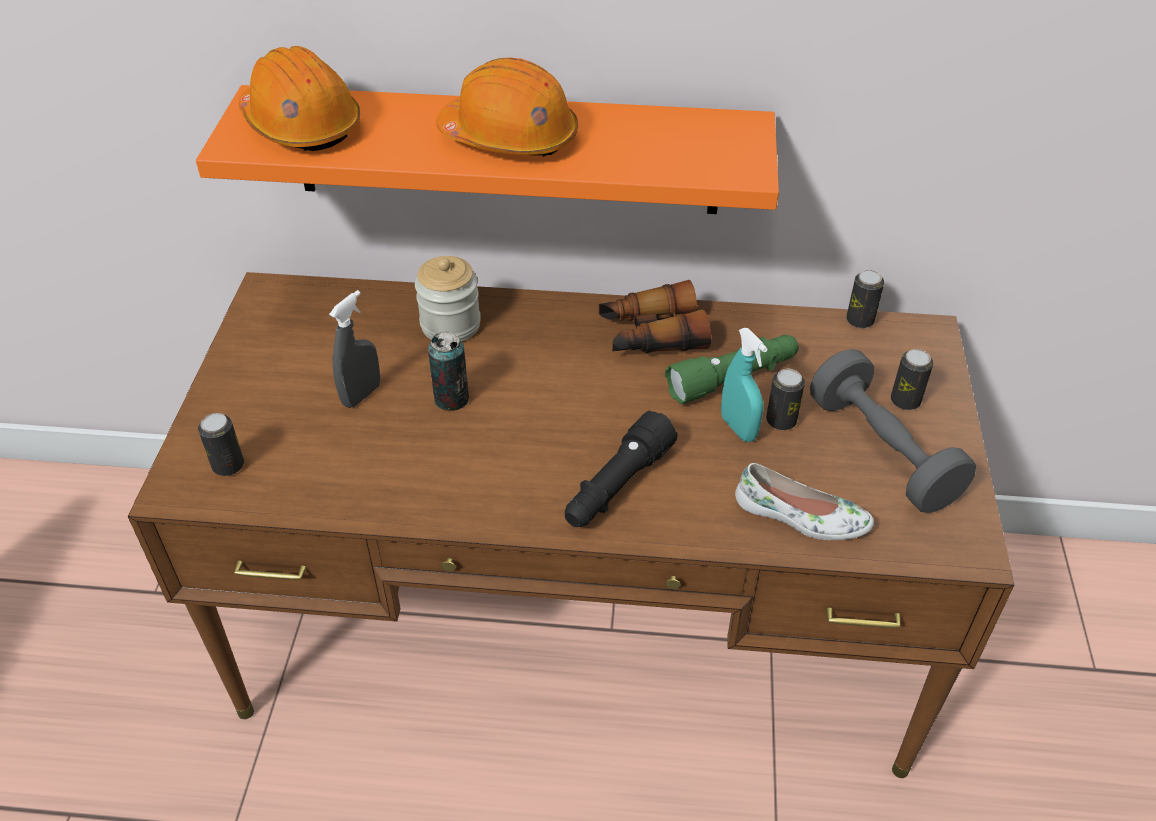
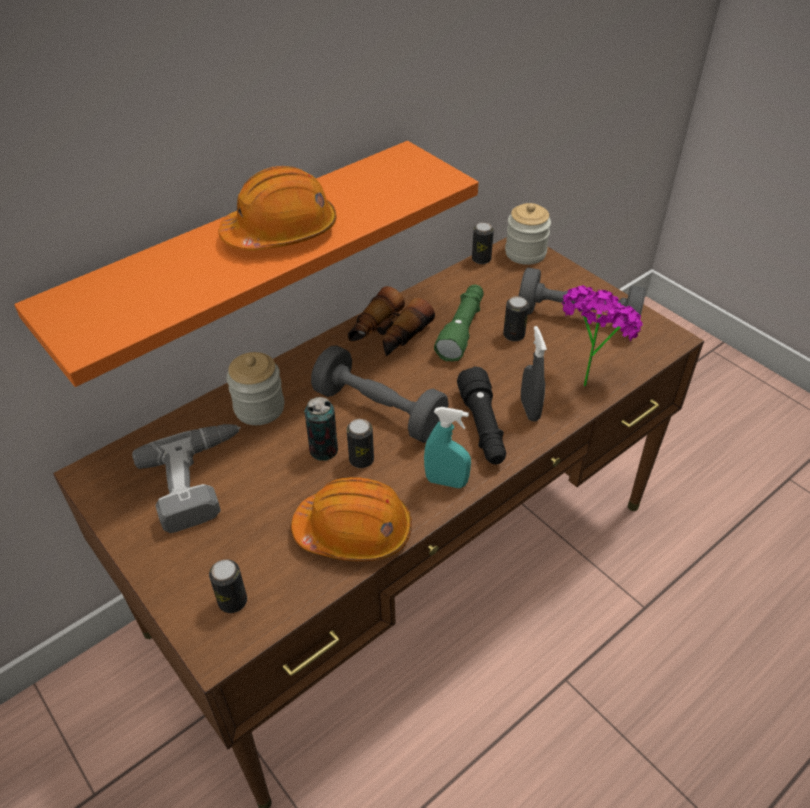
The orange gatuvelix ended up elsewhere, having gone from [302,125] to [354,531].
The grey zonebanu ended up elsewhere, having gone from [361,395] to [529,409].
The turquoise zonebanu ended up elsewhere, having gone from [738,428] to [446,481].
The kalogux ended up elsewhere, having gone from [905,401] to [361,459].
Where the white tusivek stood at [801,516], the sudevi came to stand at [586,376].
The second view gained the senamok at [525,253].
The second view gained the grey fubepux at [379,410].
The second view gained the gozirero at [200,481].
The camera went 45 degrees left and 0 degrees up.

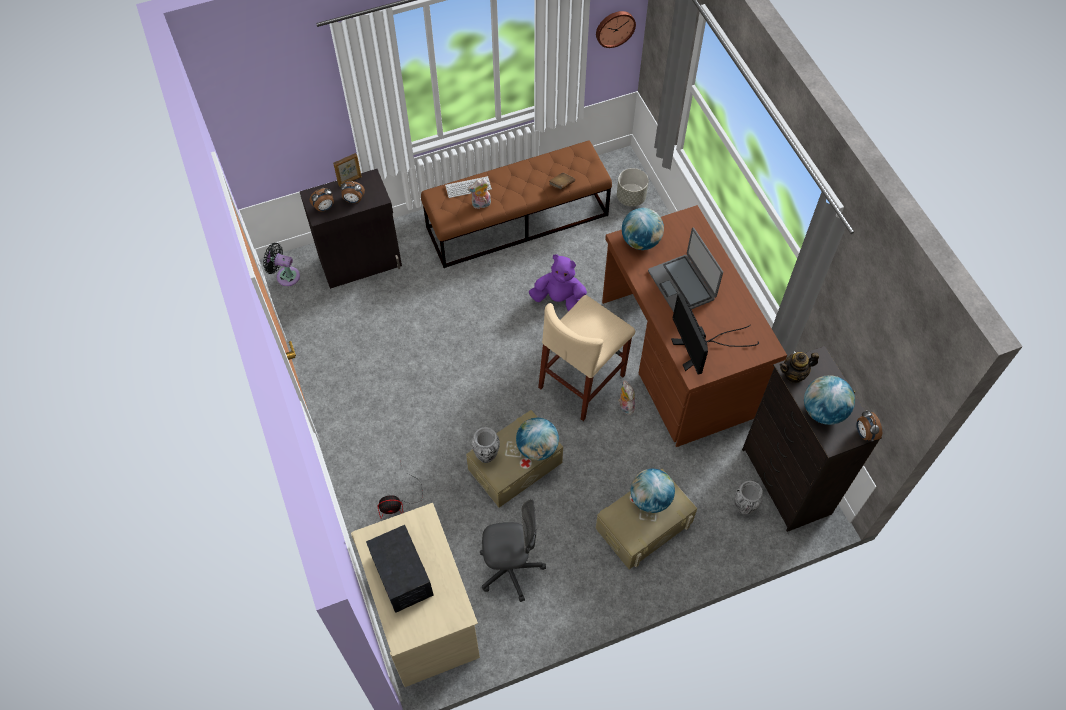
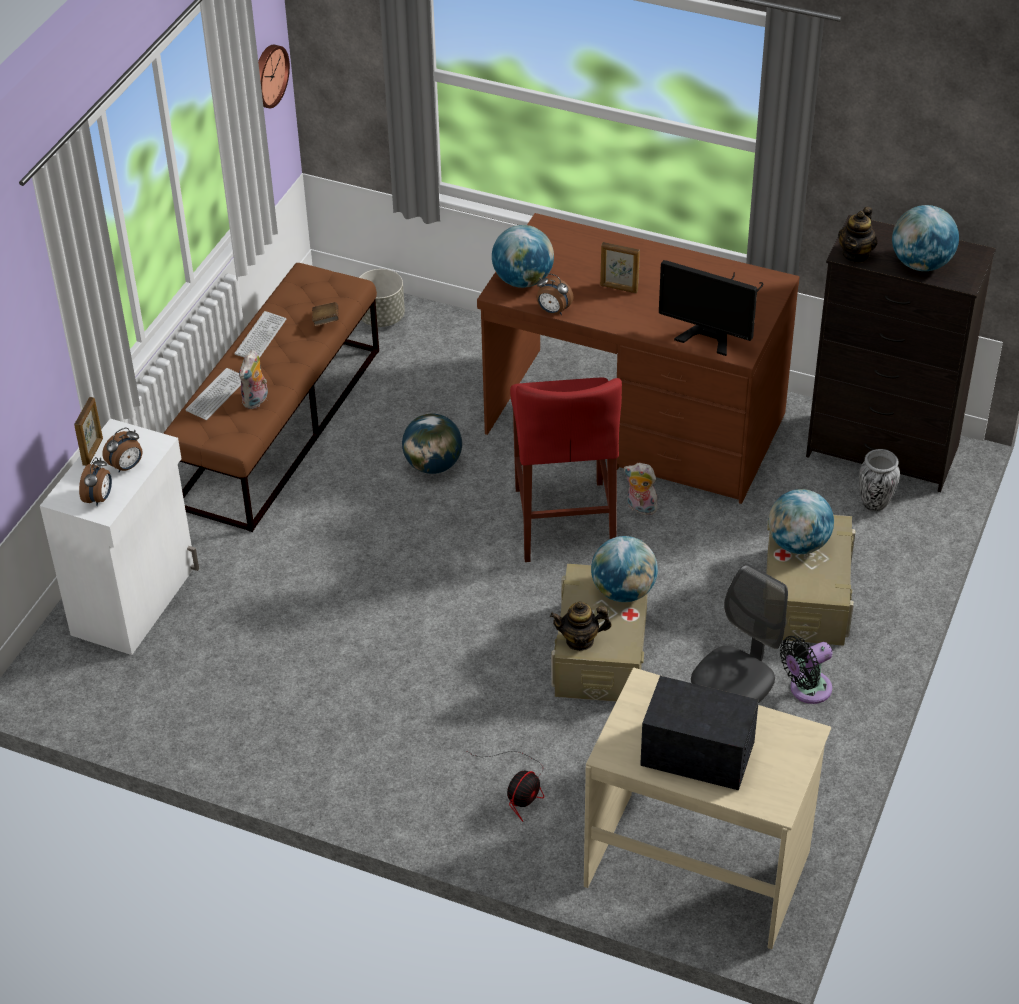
What was the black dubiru at [361,262] turned into the white dubiru at [136,600].
Where the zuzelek stood at [682,285], the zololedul came to stand at [619,288].
The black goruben ended up elsewhere, having gone from [285,275] to [806,689].
Where the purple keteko stood at [559,299], the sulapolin came to stand at [433,465].
What was the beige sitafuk at [582,381] turned into the red sitafuk at [564,520].
The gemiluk ended up elsewhere, having gone from [864,433] to [553,311].
Where the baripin stood at [487,455], the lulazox came to stand at [580,640].
The second view gained the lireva at [260,337].
The camera went 45 degrees left and 15 degrees down.

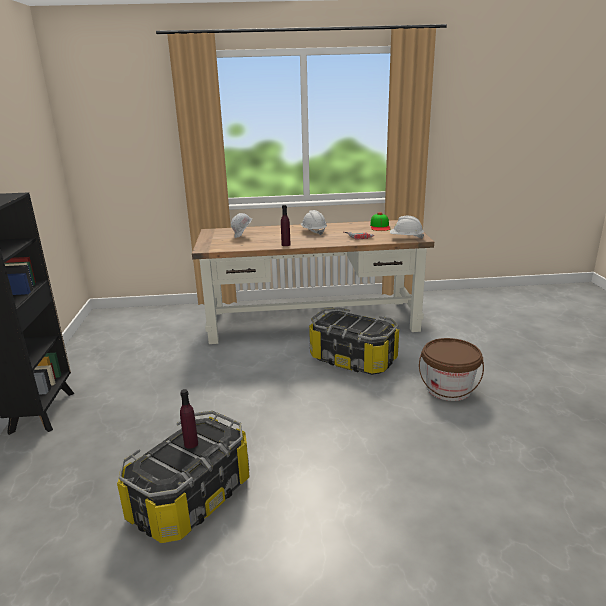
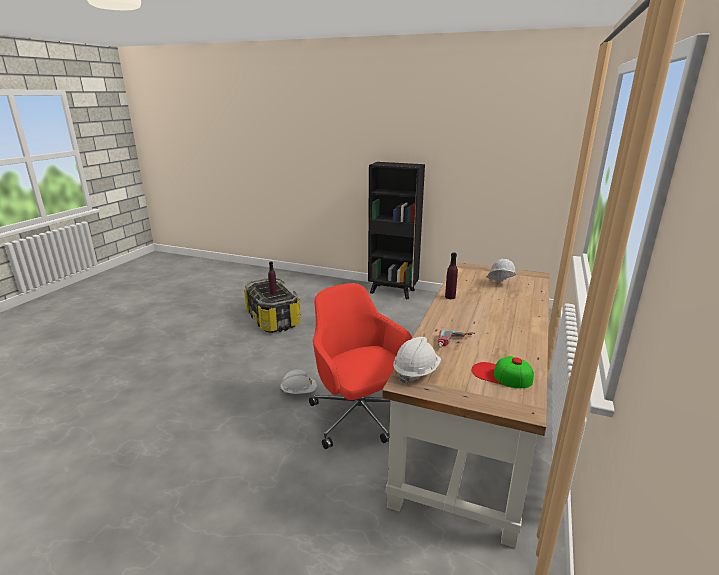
The white gatuvelix ended up elsewhere, having gone from [313,231] to [299,391].
Where the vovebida stood at [352,360], the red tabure came to stand at [360,417].
The second view lost the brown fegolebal at [448,389].
The camera went 115 degrees right and 0 degrees up.

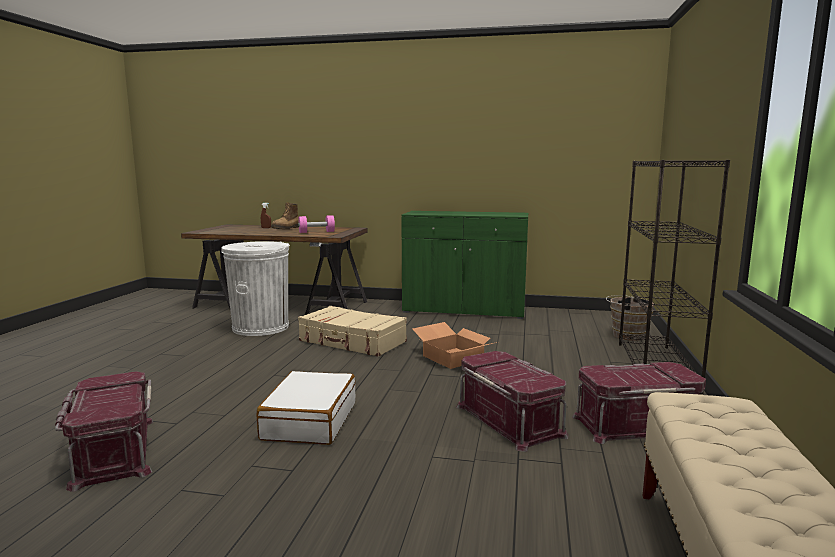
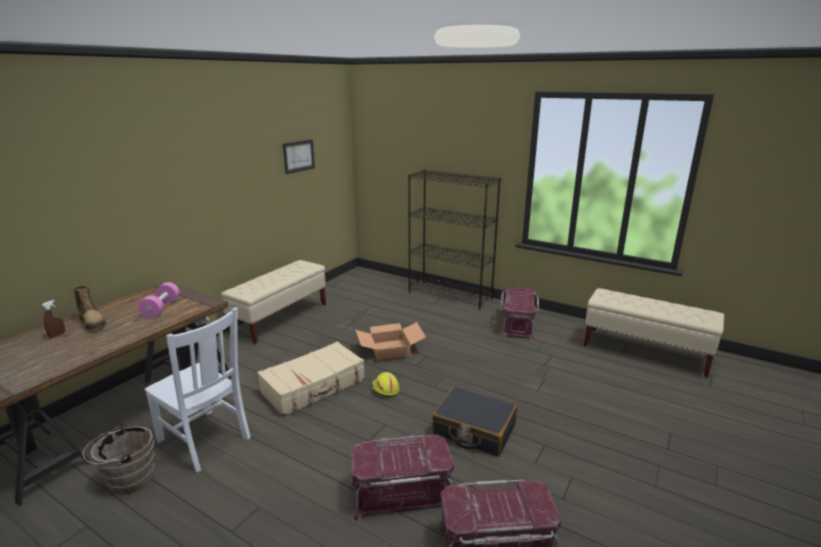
Where the green dubiru stood at [464,310], the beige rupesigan came to stand at [280,318].
Where the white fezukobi stood at [260,327], the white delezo came to stand at [205,440].
The brown fegolebal ended up elsewhere, having gone from [626,335] to [127,480].
The red vovebida ended up elsewhere, having gone from [510,420] to [401,492].
What was the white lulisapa at [309,421] turned into the black lulisapa at [474,430].
The second view gained the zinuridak at [298,156].
The second view gained the yellow gatuvelix at [385,389].
The camera went 70 degrees left and 10 degrees up.

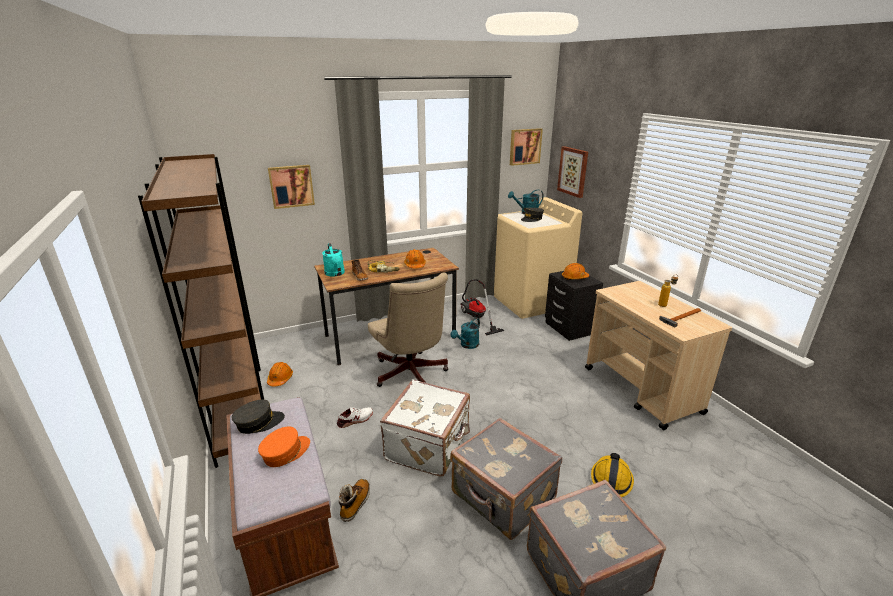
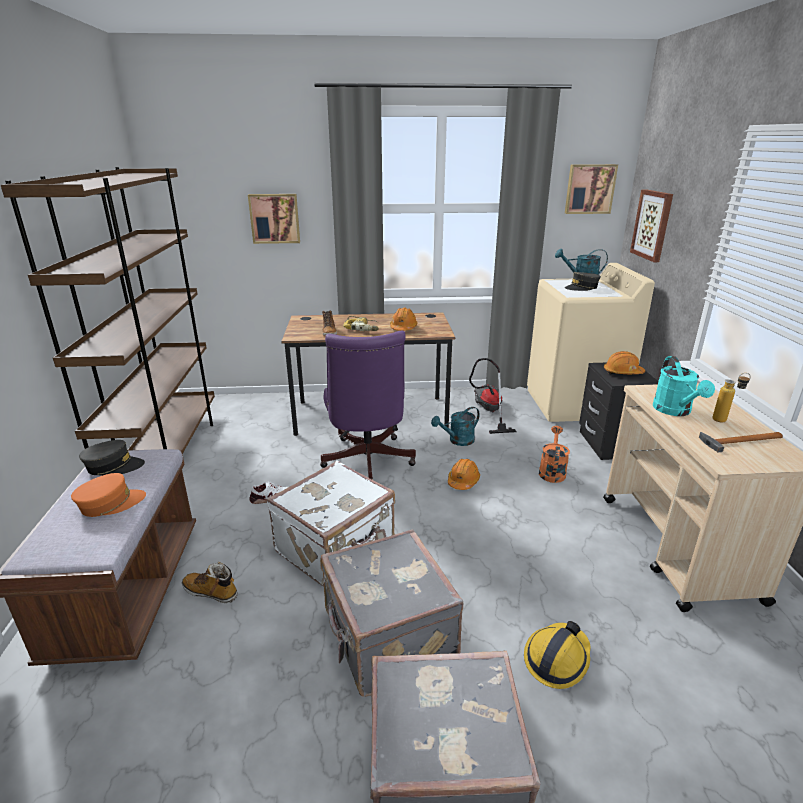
The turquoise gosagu ended up elsewhere, having gone from [335,274] to [675,411].
What was the beige tabure at [411,375] turned into the purple tabure at [367,462].
The orange gatuvelix ended up elsewhere, having gone from [280,379] to [463,481].
The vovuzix at [355,503] ended up facing another way, 105 degrees counterclockwise from before.
The second view gained the orange gosagu at [552,471].
The camera went 20 degrees right and 0 degrees up.

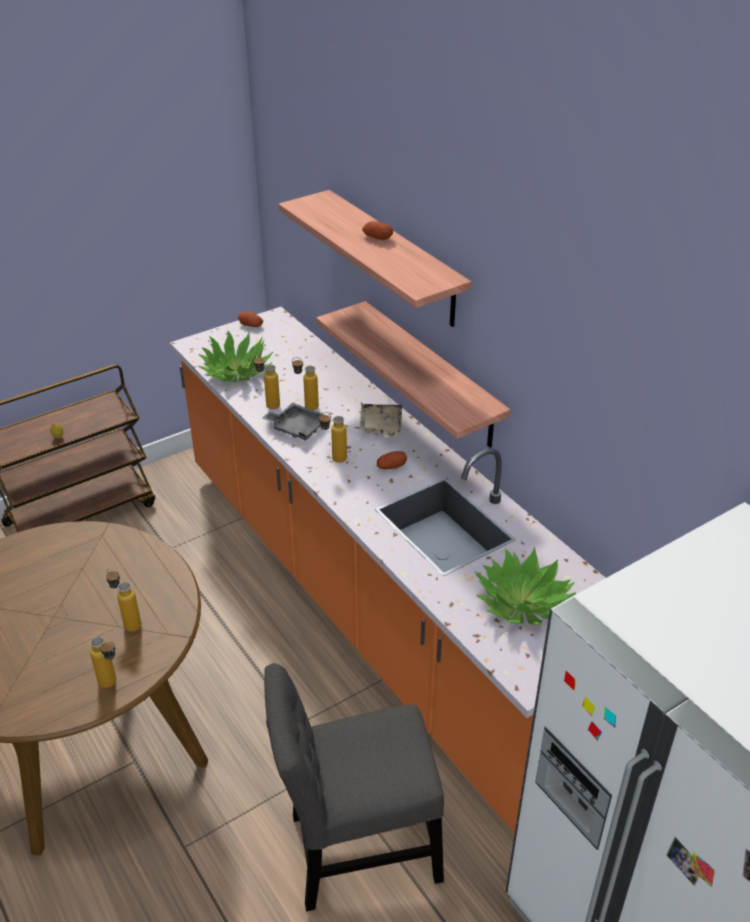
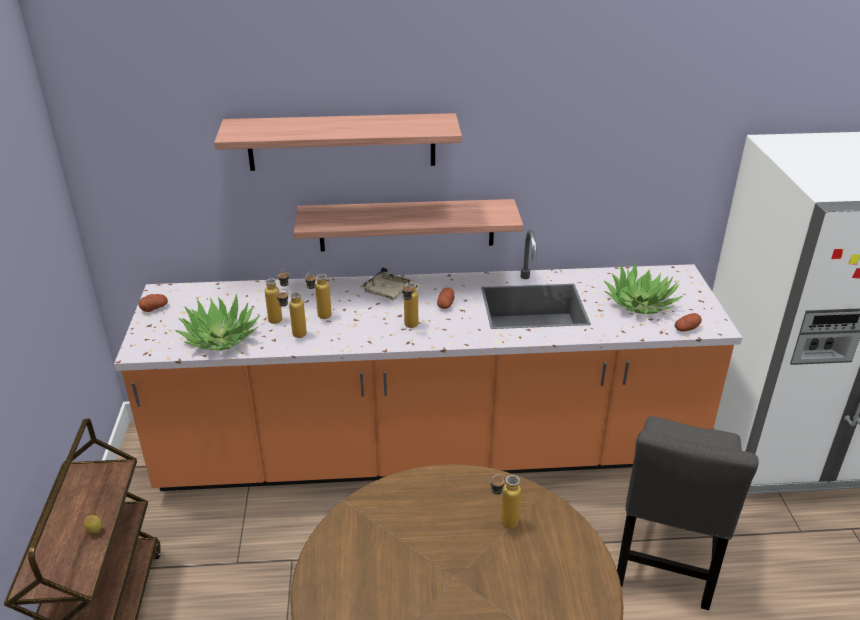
The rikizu ended up elsewhere, having gone from [377,238] to [686,329].
The second view lost the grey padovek at [296,428].
The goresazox ended up elsewhere, having gone from [112,685] to [281,319].
The camera went 60 degrees left and 5 degrees down.

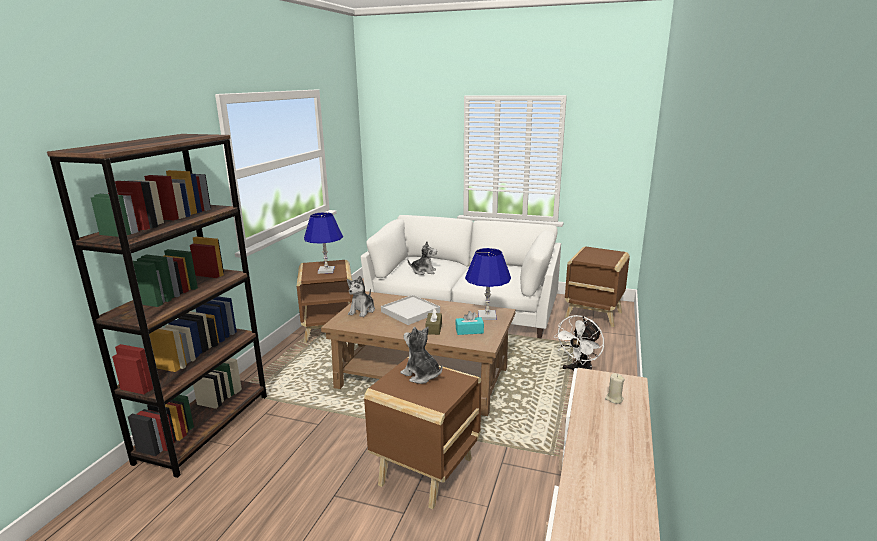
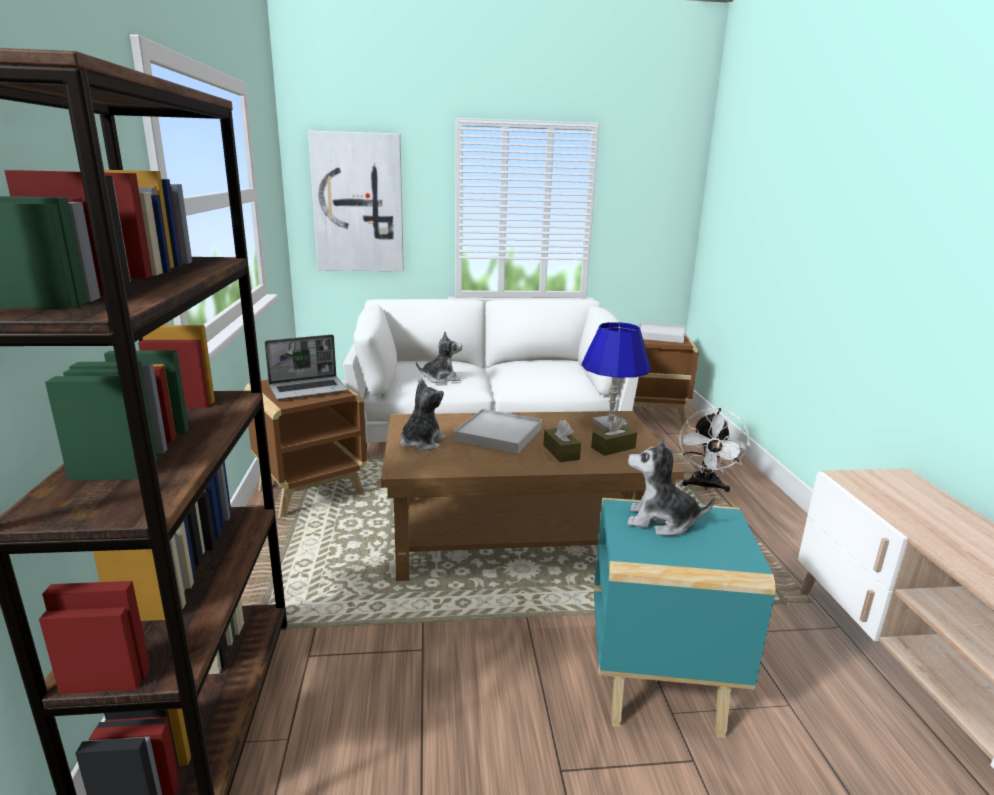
Where the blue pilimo stood at [326,270], the zuzelek came to stand at [309,389].
The keteko at [362,310] ended up facing another way, 150 degrees counterclockwise from before.
What was the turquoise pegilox at [469,331] turned into the brown pegilox at [613,448].
What was the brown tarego at [425,472] turned into the turquoise tarego at [660,680].
The second view lost the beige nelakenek at [614,399].
The second view gained the zinuridak at [358,203].
The second view gained the white padovek at [660,335].
The camera went 25 degrees left and 0 degrees up.

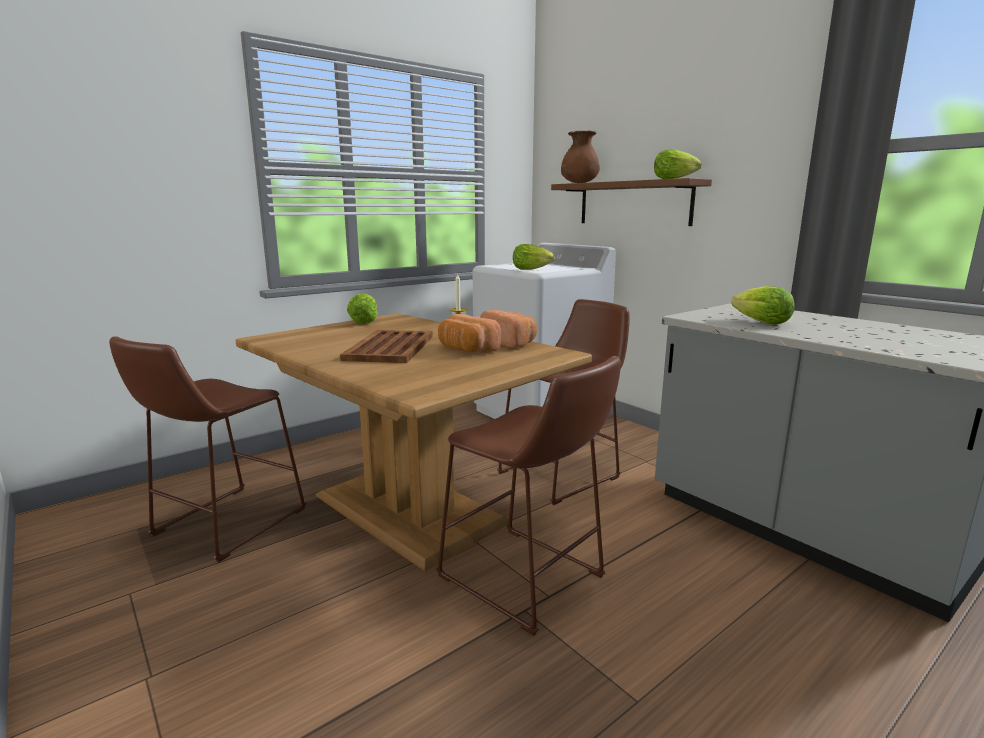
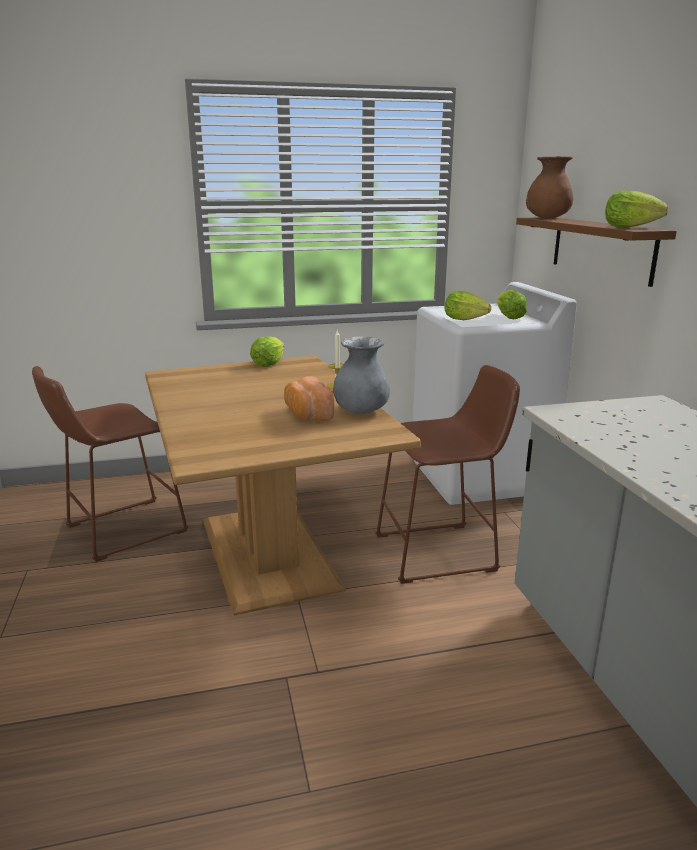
The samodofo ended up elsewhere, having gone from [761,323] to [508,317].
Where the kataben stood at [510,342], the grey baripin came to stand at [361,411].
The second view lost the brown padovek at [389,348].
The second view lost the brown sitafuk at [526,581].
The camera went 25 degrees right and 5 degrees up.

